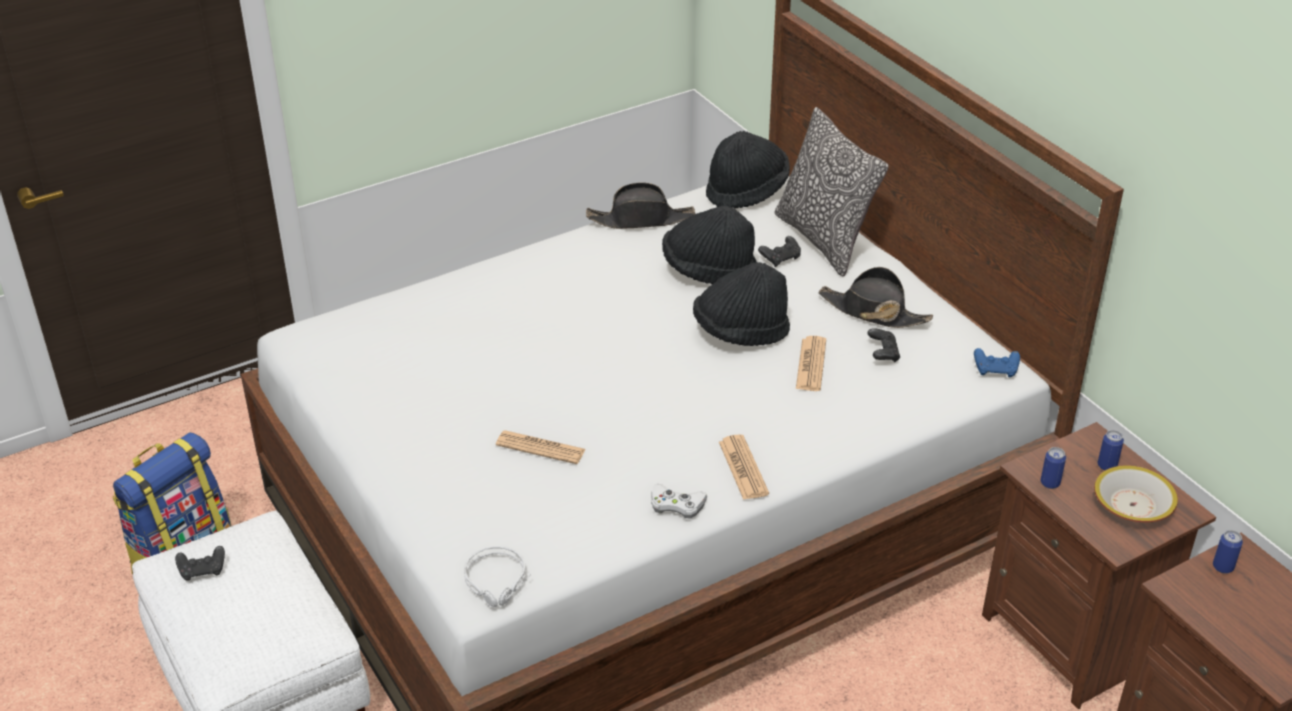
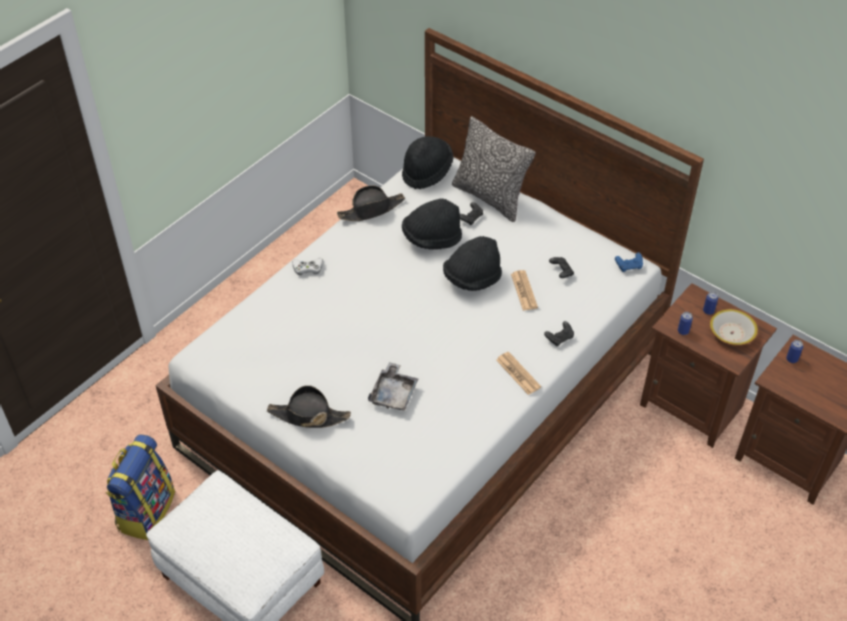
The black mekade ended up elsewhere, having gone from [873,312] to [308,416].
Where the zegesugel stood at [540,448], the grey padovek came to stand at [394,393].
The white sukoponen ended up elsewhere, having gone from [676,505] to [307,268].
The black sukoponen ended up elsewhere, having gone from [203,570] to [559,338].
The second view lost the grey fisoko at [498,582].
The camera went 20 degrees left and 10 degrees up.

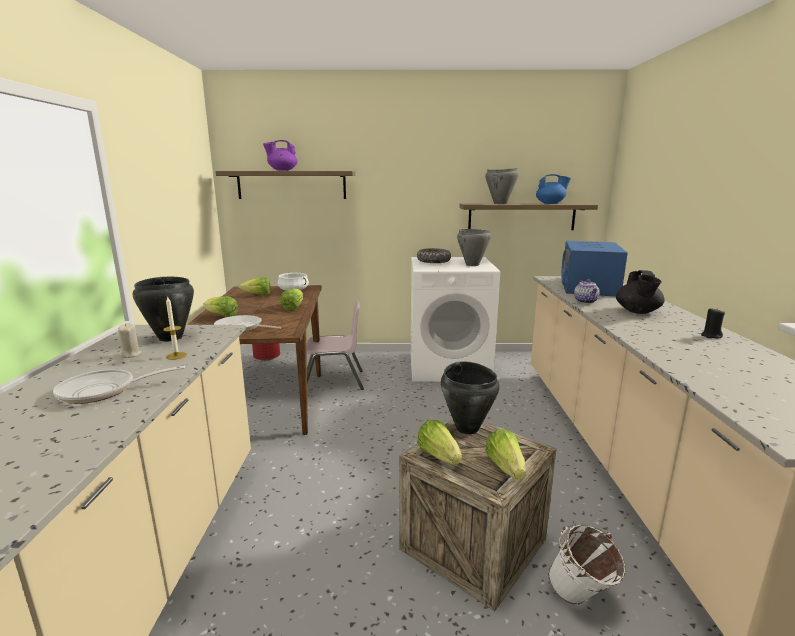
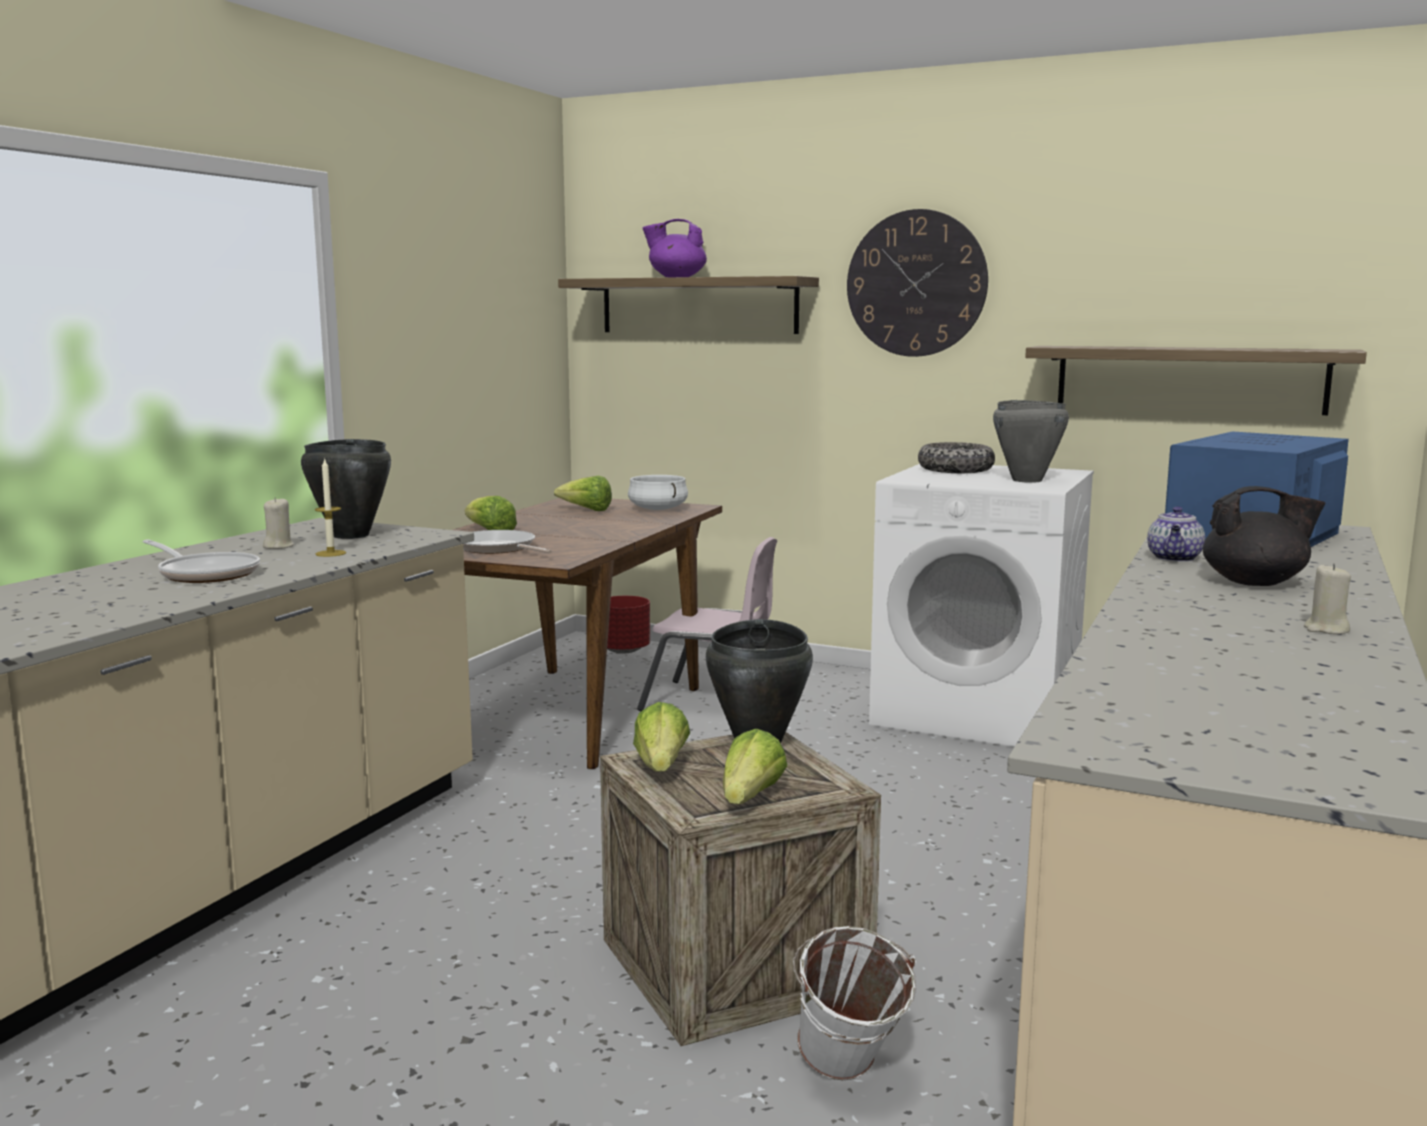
The second view lost the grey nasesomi at [500,203].
The second view lost the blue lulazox at [550,203].
The black lulazox at [637,312] ended up facing another way, 120 degrees counterclockwise from before.
The second view lost the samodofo at [293,307].
What was the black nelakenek at [711,336] turned into the beige nelakenek at [1326,629].
The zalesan at [104,391] ended up facing another way, 150 degrees counterclockwise from before.
The second view gained the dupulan at [916,283].
The camera went 25 degrees right and 5 degrees down.

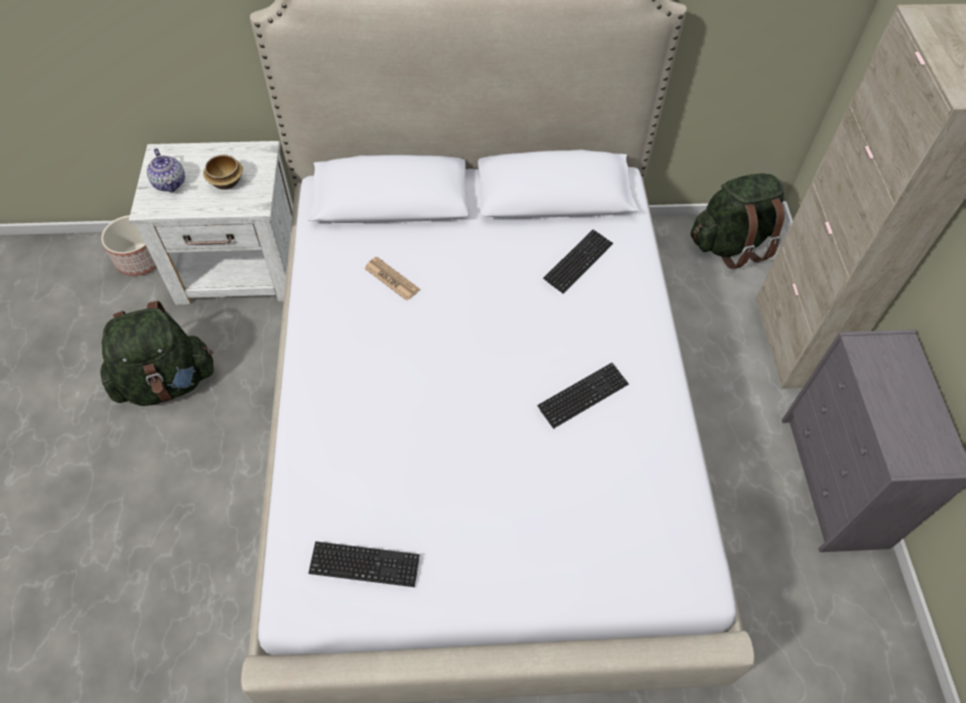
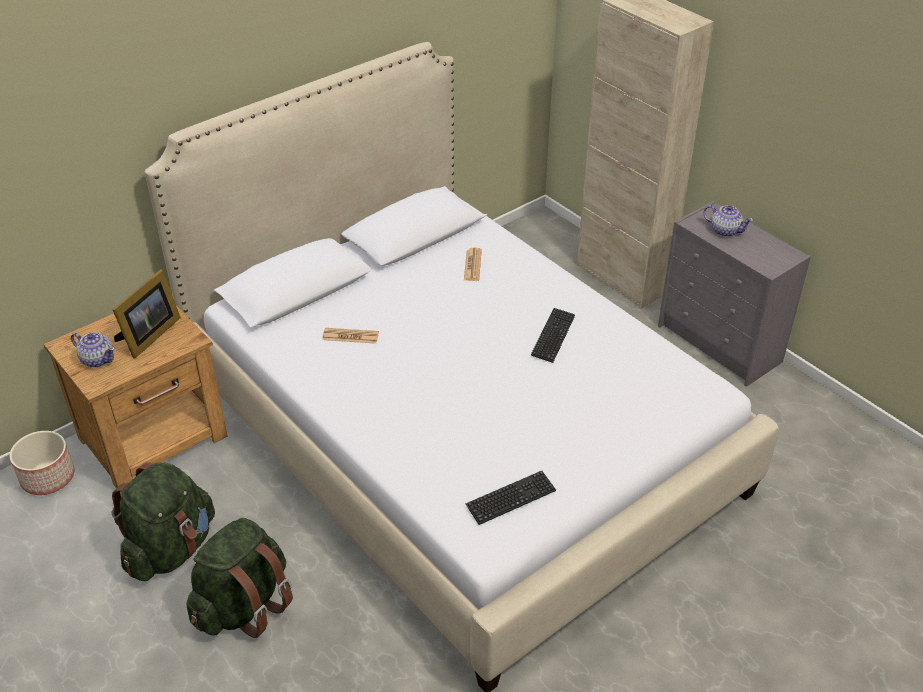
What was the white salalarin at [241,268] turned into the brown salalarin at [155,437].
Where the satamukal stood at [227,181], the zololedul came to stand at [148,336].
The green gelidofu ended up elsewhere, having gone from [731,244] to [243,605].
Where the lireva stood at [578,262], the zegesugel came to stand at [472,265].
The second view gained the lulazox at [725,230].
The camera went 35 degrees left and 15 degrees down.

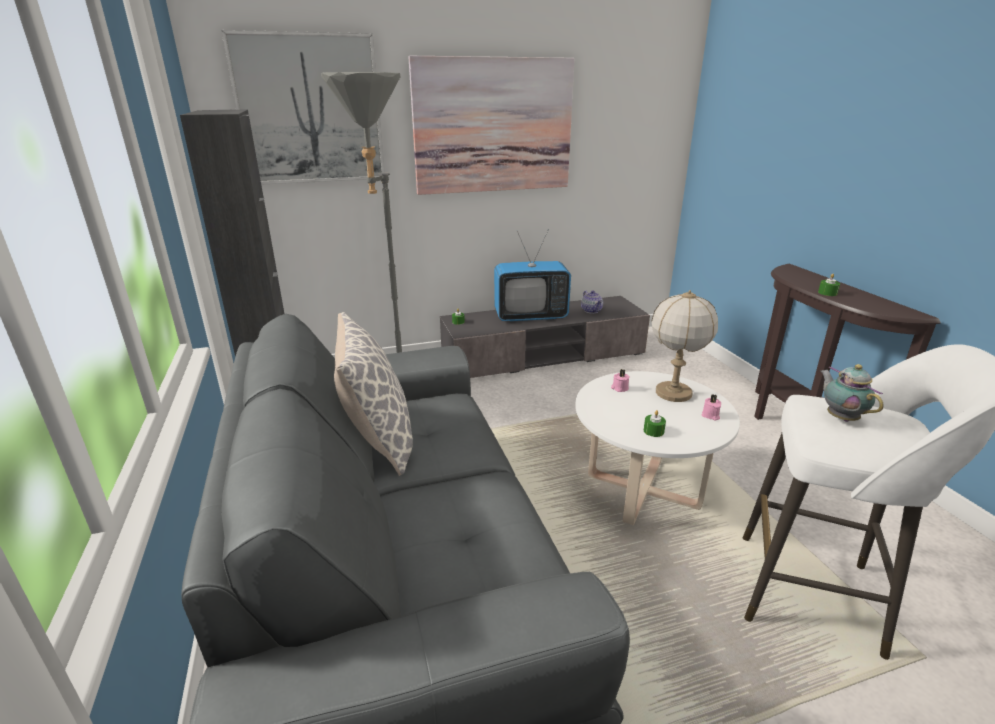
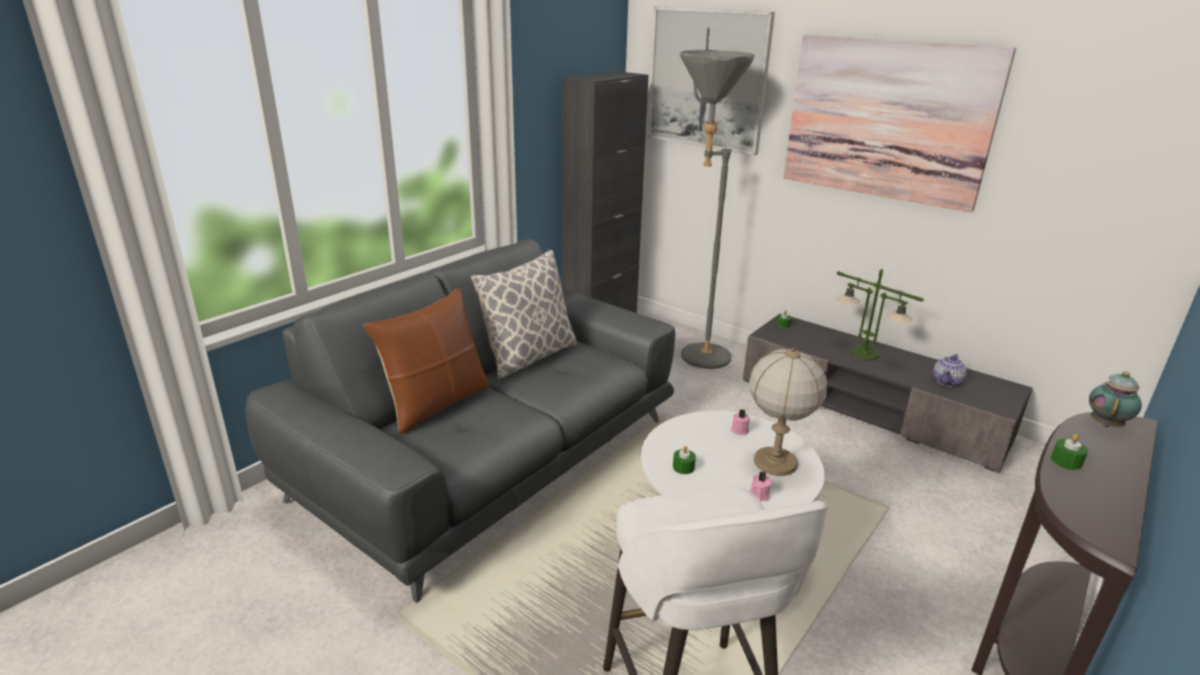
Where the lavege stood at [530,316], the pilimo came to stand at [863,353].
The lulazox ended up elsewhere, having gone from [840,417] to [1106,423].
The second view gained the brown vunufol at [436,404].
The camera went 55 degrees right and 0 degrees up.

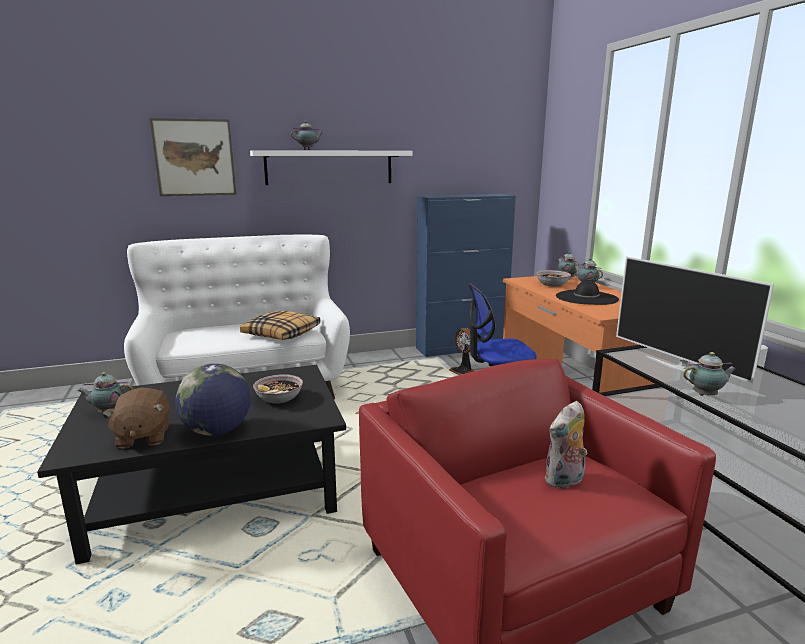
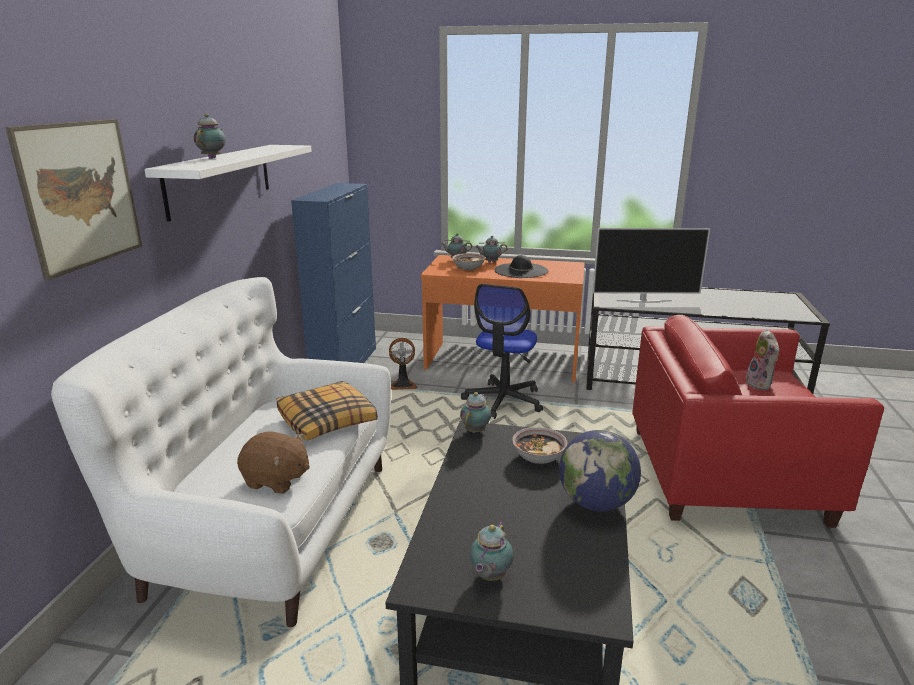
The lulazox ended up elsewhere, having gone from [706,395] to [476,430].
The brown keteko ended up elsewhere, having gone from [143,437] to [276,480].
The camera went 60 degrees left and 5 degrees up.

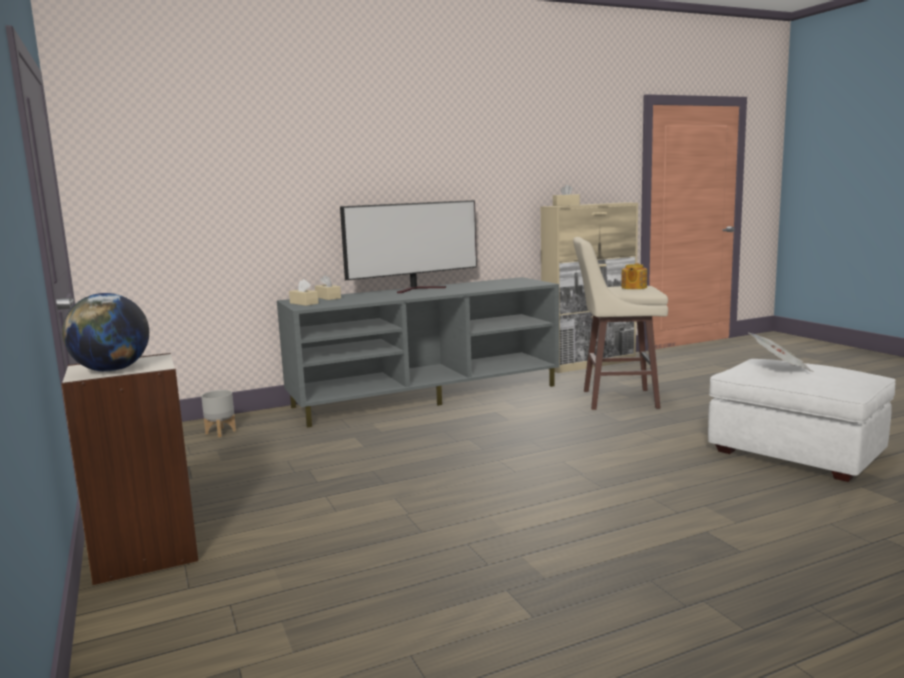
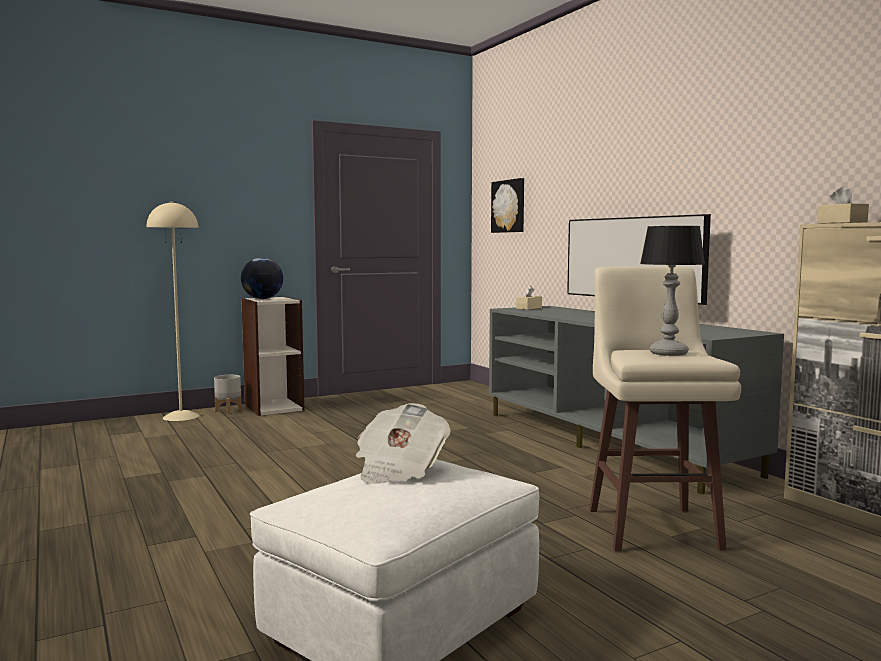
Where the lulazox stood at [633,287], the pilimo came to stand at [669,353].
The second view lost the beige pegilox at [328,297].
The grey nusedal ended up elsewhere, having gone from [221,432] to [228,411].
The second view gained the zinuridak at [509,206].
The second view gained the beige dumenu at [181,416].
The camera went 85 degrees right and 5 degrees down.

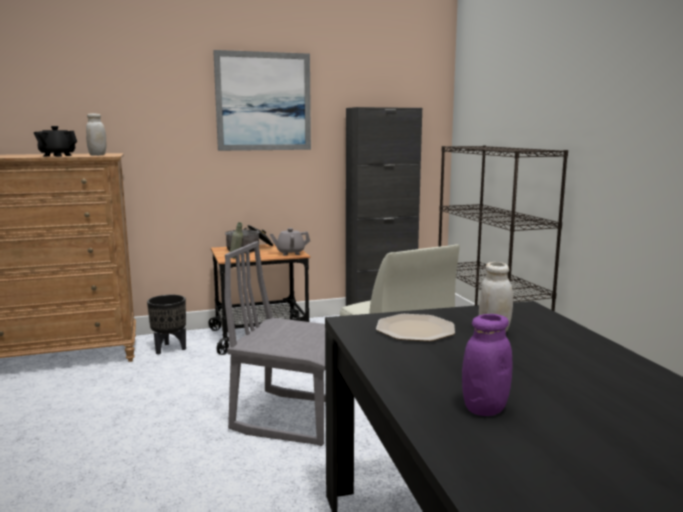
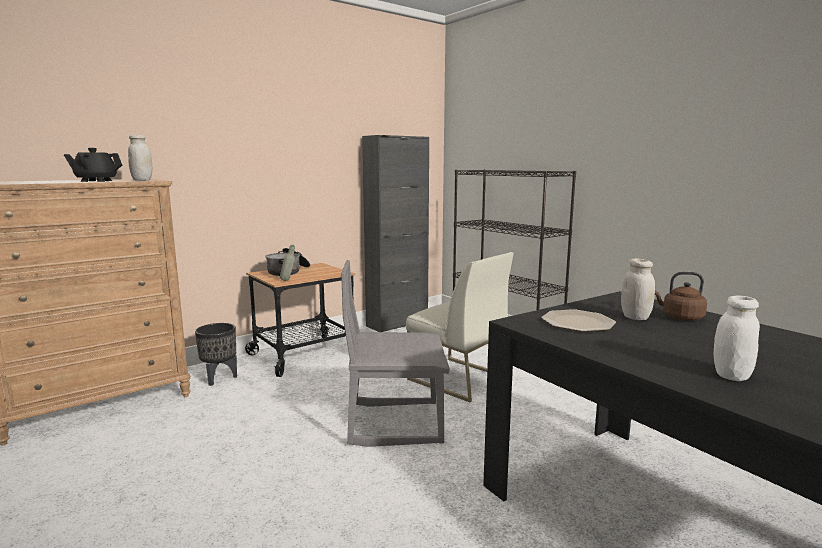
The second view lost the zinuridak at [263,101].
The second view lost the grey lulazox at [290,253].
What was the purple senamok at [484,408] turned into the white senamok at [731,375].
The second view gained the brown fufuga at [680,317].
The camera went 20 degrees left and 0 degrees up.

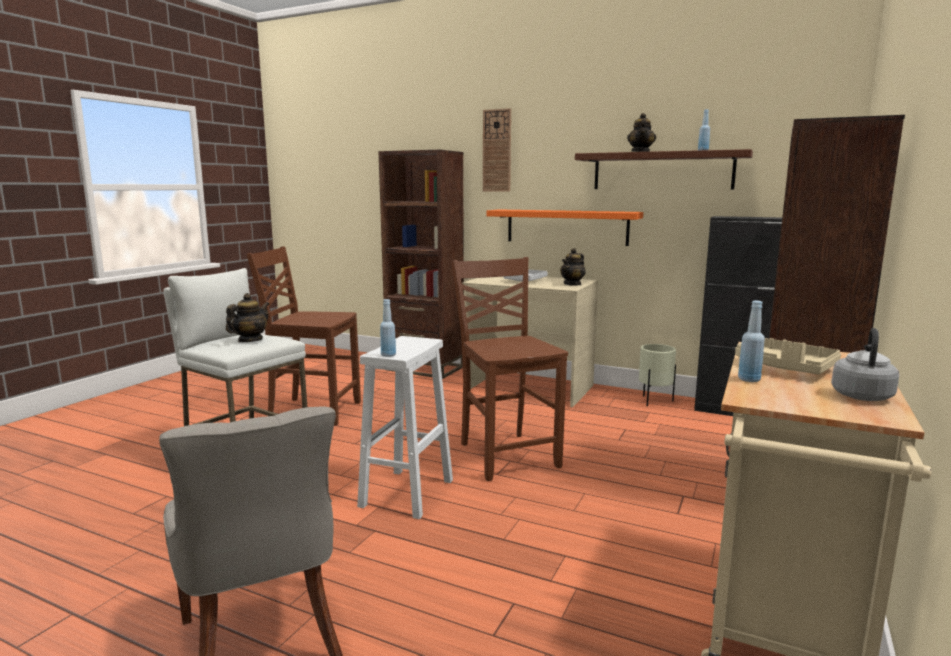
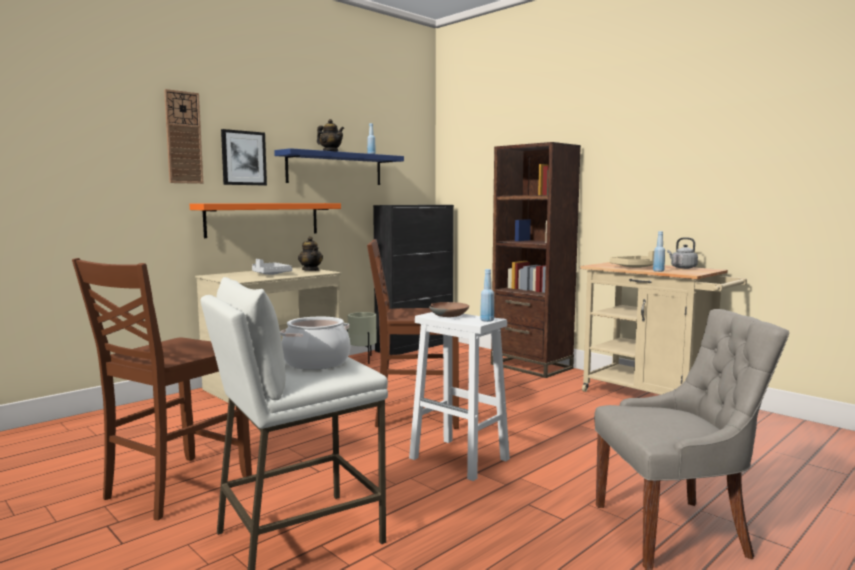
What was the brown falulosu at [662,171] turned into the blue falulosu at [335,169].
The second view lost the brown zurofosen at [425,368].
Where the lulazox stood at [250,340], the nasesomi came to stand at [316,362].
The second view gained the zinuridak at [243,158].
The second view gained the brown satamukal at [449,314].
The camera went 70 degrees left and 5 degrees down.

